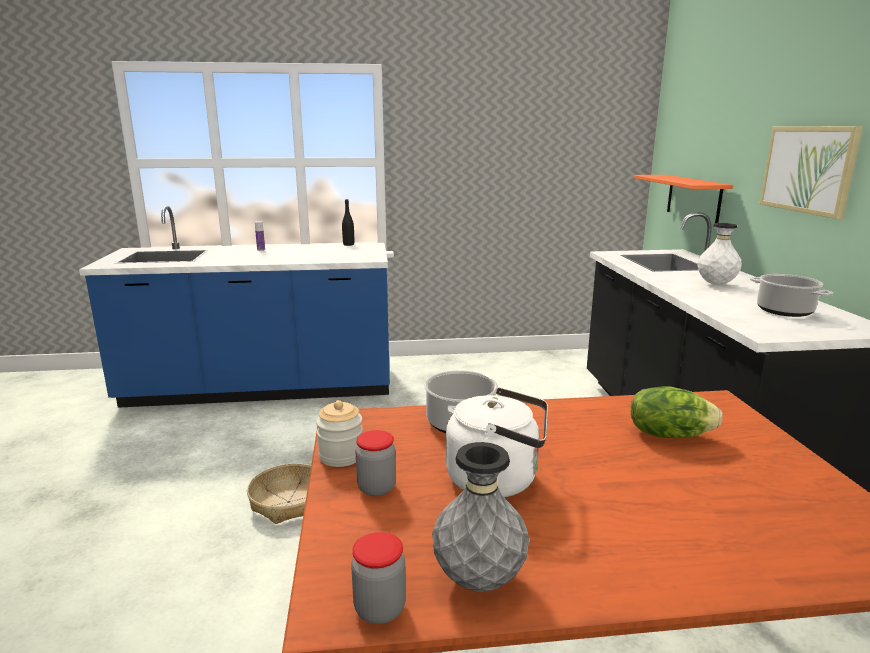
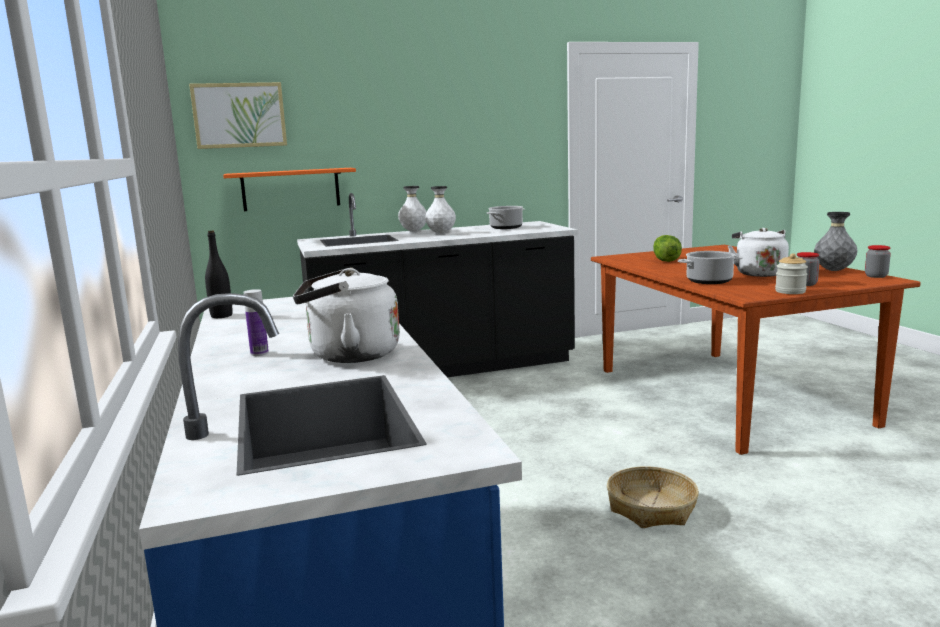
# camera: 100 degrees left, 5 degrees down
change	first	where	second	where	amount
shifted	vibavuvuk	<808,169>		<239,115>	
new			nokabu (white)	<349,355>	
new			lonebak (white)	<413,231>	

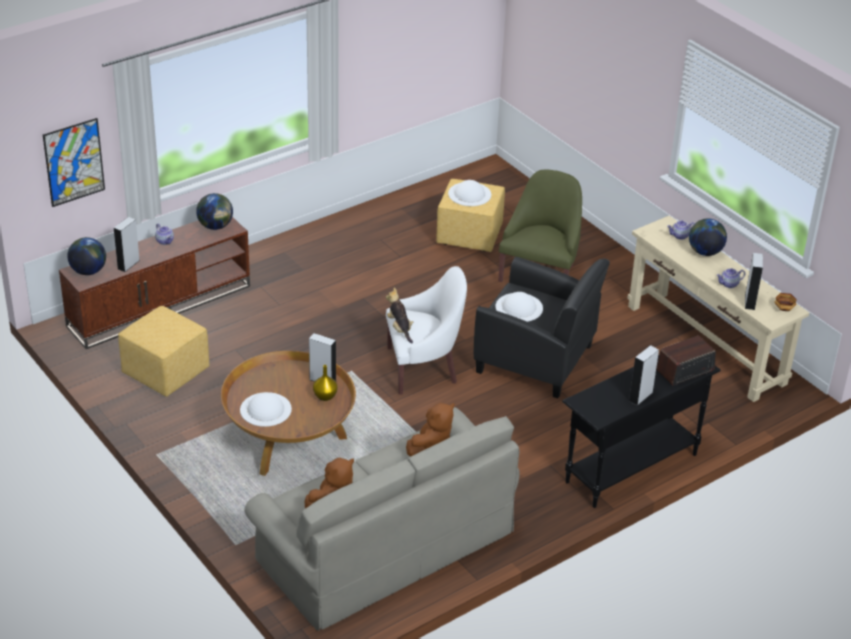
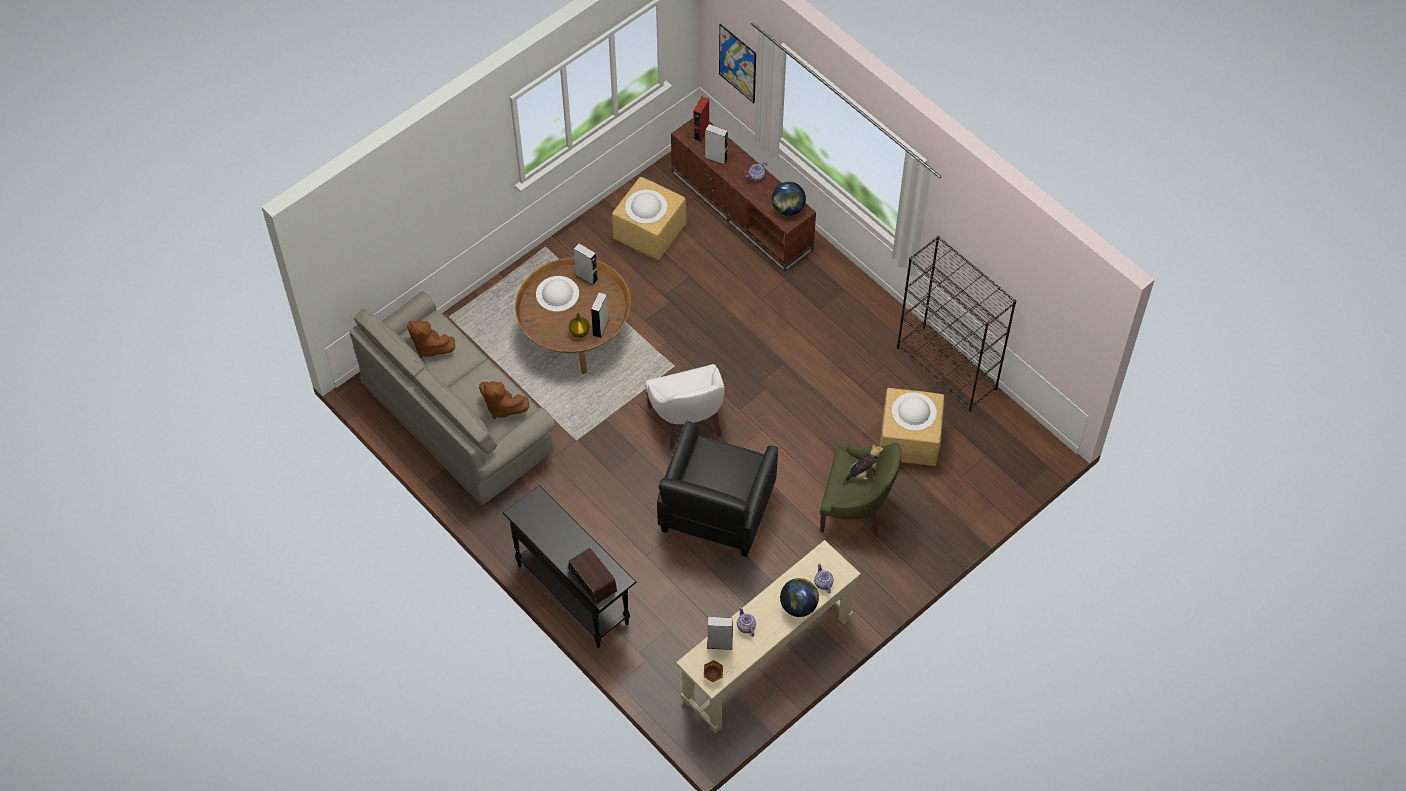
# camera: 85 degrees right, 20 degrees up
change	first	where	second	where	amount
shifted	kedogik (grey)	<640,396>		<586,277>	
shifted	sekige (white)	<519,307>		<646,206>	
swapped	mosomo	<88,271>	kedogik (red)	<701,133>	
shifted	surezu	<400,328>		<863,473>	
new			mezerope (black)	<947,368>	

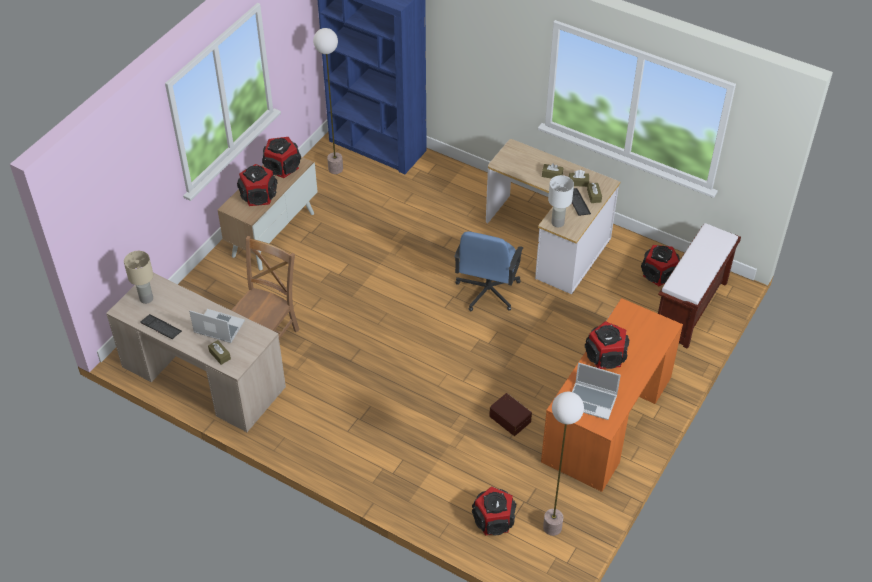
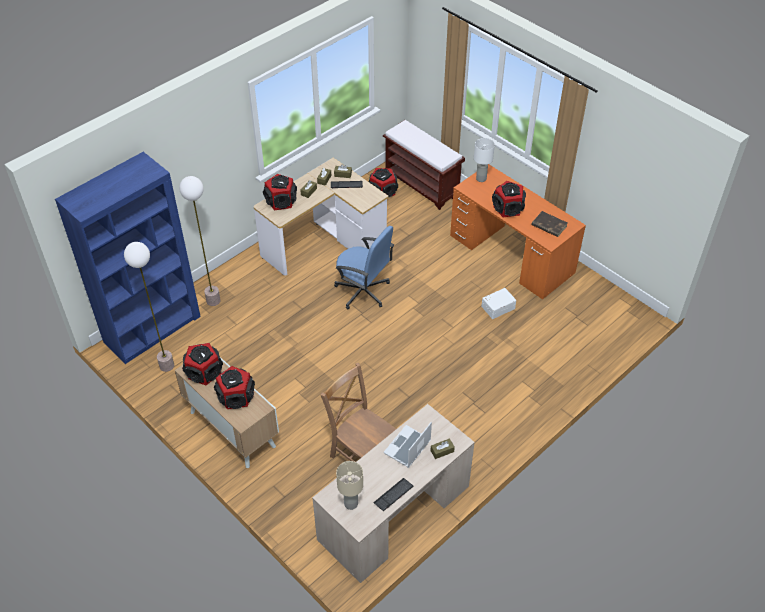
# camera: 75 degrees left, 0 degrees up
change	first	where	second	where	amount
shifted	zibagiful	<552,527>		<213,300>	
shifted	kedogik	<494,520>		<281,201>	
shifted	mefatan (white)	<557,222>		<481,178>	
repainted	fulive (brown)	<510,418>	fulive (white)	<497,307>	
swapped	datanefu	<592,401>	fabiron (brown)	<548,225>	

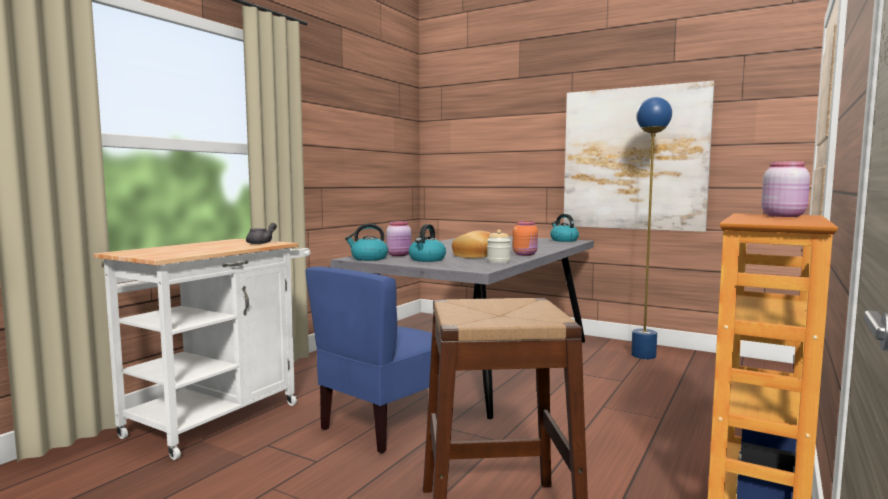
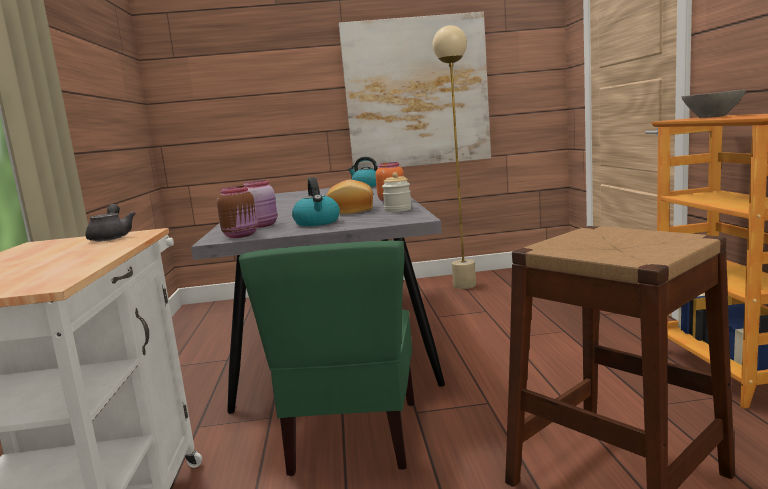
# camera: 35 degrees left, 5 degrees up
change	first	where	second	where	amount
swapped	nokabu	<368,258>	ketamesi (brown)	<241,235>	
repainted	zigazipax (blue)	<385,425>	zigazipax (green)	<353,437>	
repainted	zibagiful (blue)	<643,356>	zibagiful (beige)	<464,285>	
swapped	ketamesi (pink)	<783,216>	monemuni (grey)	<711,117>	

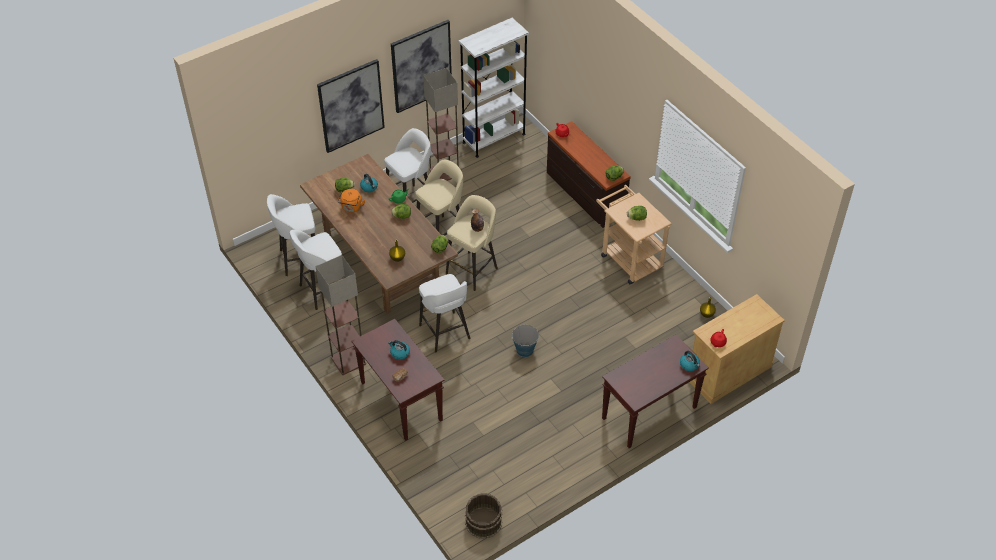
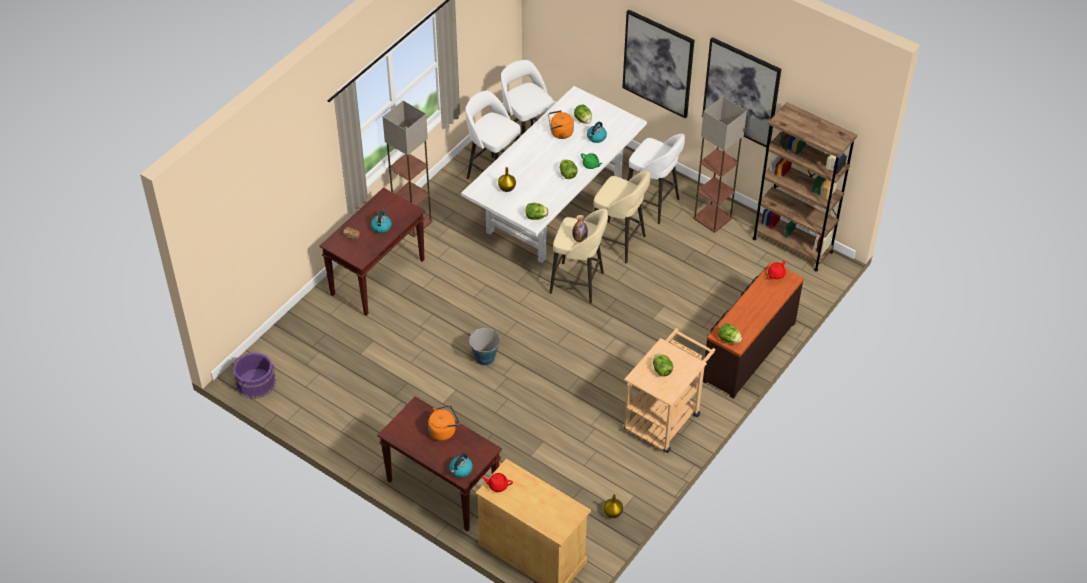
# camera: 70 degrees right, 0 degrees up
change	first	where	second	where	amount
repainted	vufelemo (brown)	<483,521>	vufelemo (purple)	<255,382>	
new			nokabu (orange)	<443,430>	
repainted	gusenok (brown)	<380,261>	gusenok (white)	<555,206>	
repainted	mezerope (white)	<494,138>	mezerope (brown)	<792,245>	
gone	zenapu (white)	<445,333>			

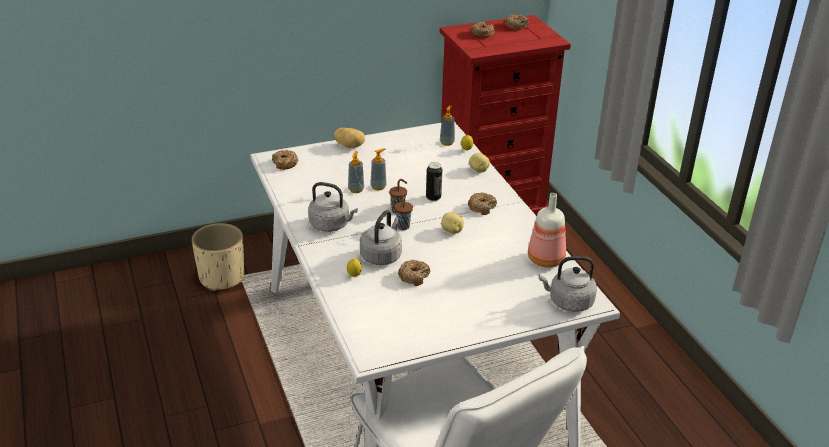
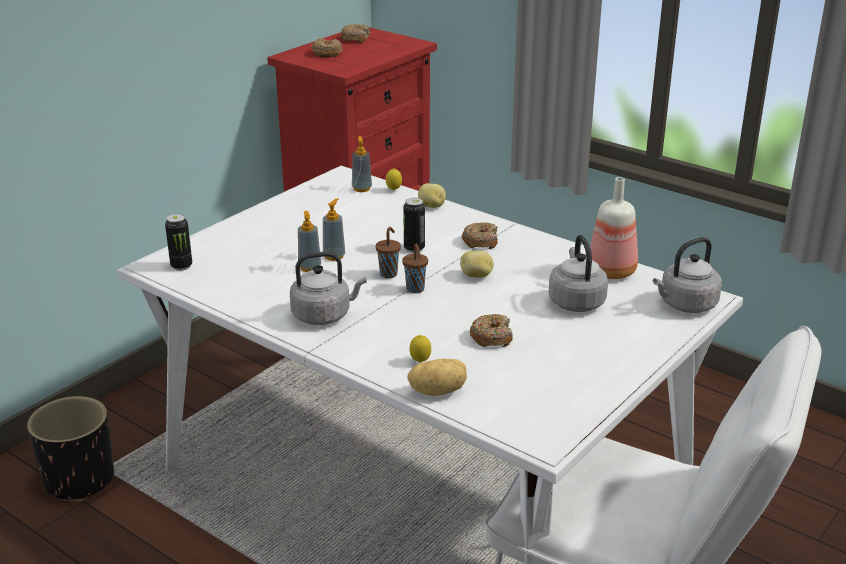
# camera: 30 degrees left, 5 degrees down
change	first	where	second	where	amount
repainted	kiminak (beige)	<222,277>	kiminak (black)	<79,480>	
swapped	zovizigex	<285,164>	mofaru	<181,266>	
shifted	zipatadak	<350,146>		<437,391>	
shifted	nokabu (grey)	<382,255>		<575,301>	

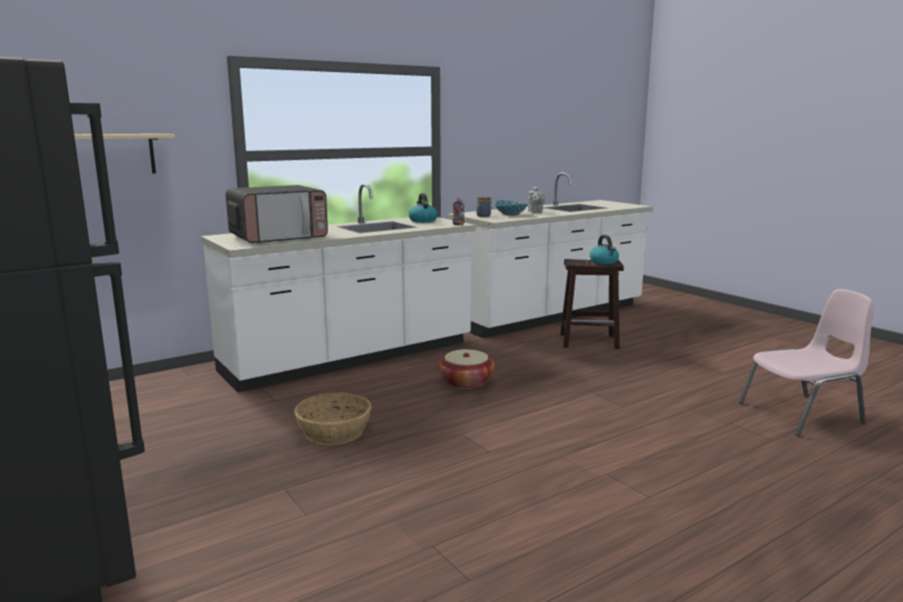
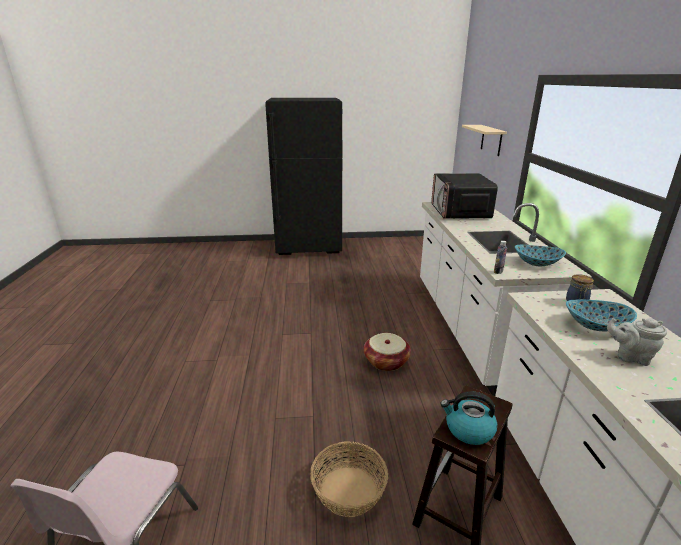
# camera: 120 degrees right, 10 degrees up
change	first	where	second	where	amount
shifted	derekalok	<334,432>		<349,491>	
swapped	nokabu	<422,220>	monemuni	<536,263>	

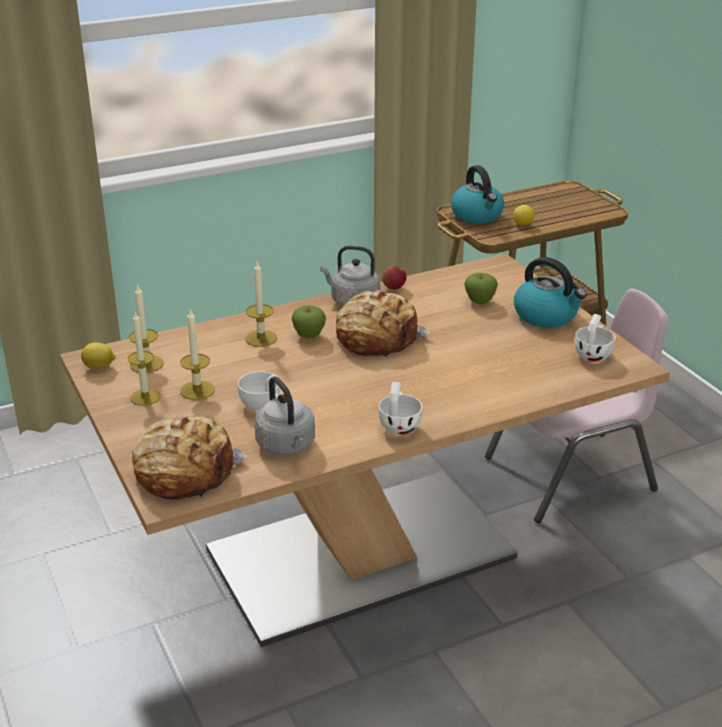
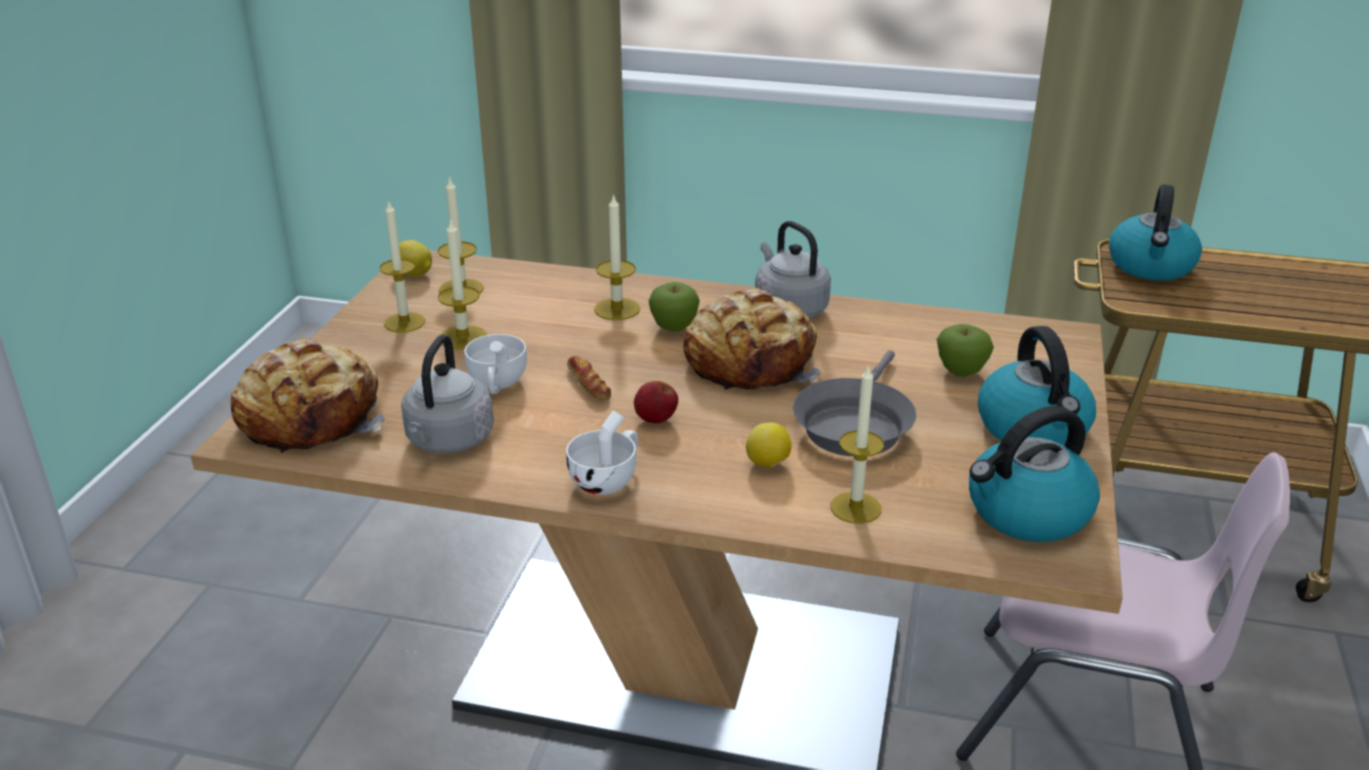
# camera: 40 degrees right, 0 degrees up
change	first	where	second	where	amount
new			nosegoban	<588,384>	
shifted	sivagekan	<394,288>		<656,419>	
shifted	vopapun	<523,224>		<768,464>	
new			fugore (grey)	<854,425>	
new			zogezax	<855,508>	
swapped	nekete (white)	<593,354>	nokabu	<1027,513>	

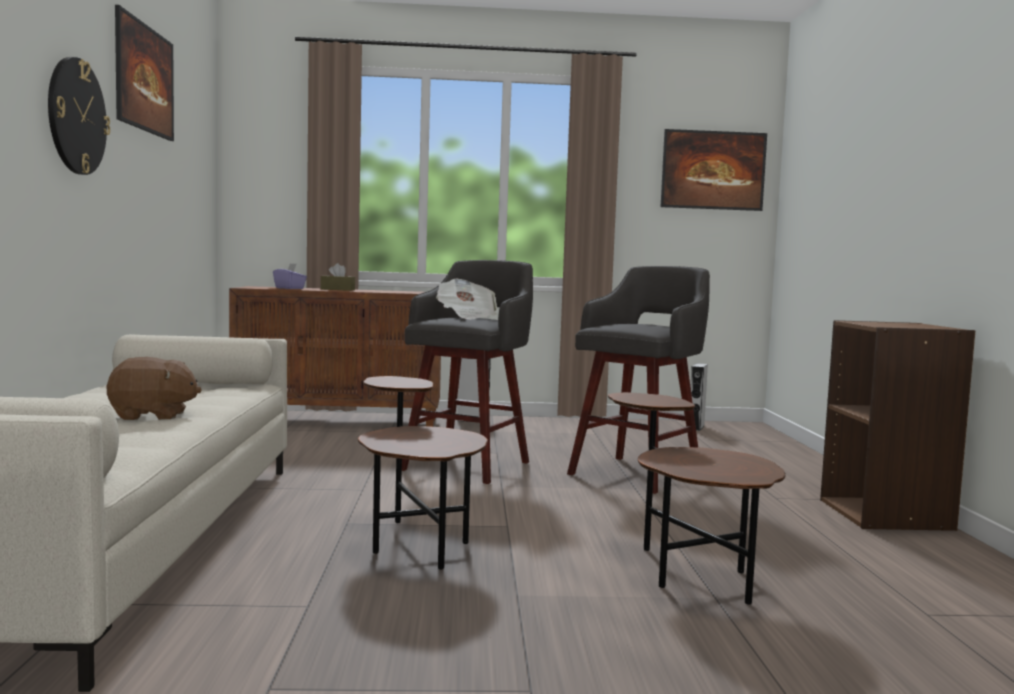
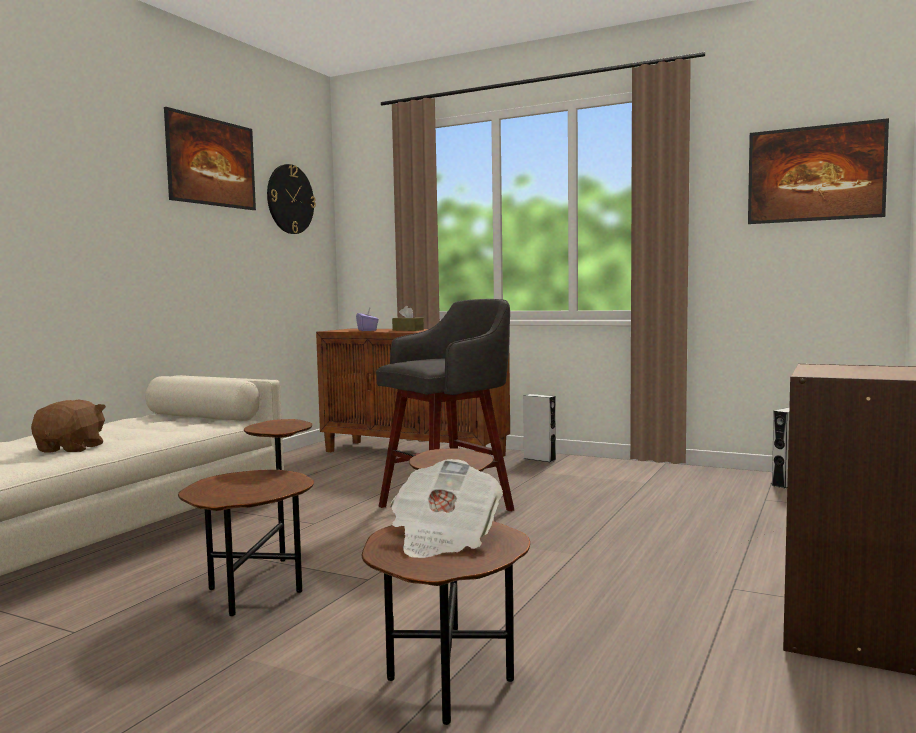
# camera: 30 degrees right, 0 degrees up
change	first	where	second	where	amount
rotated	surezu (brown)	<152,416>		<72,449>	105 degrees counterclockwise
shifted	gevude	<76,116>		<290,199>	
shifted	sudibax	<466,317>		<443,538>	
gone	zenapu (grey)	<637,473>			

